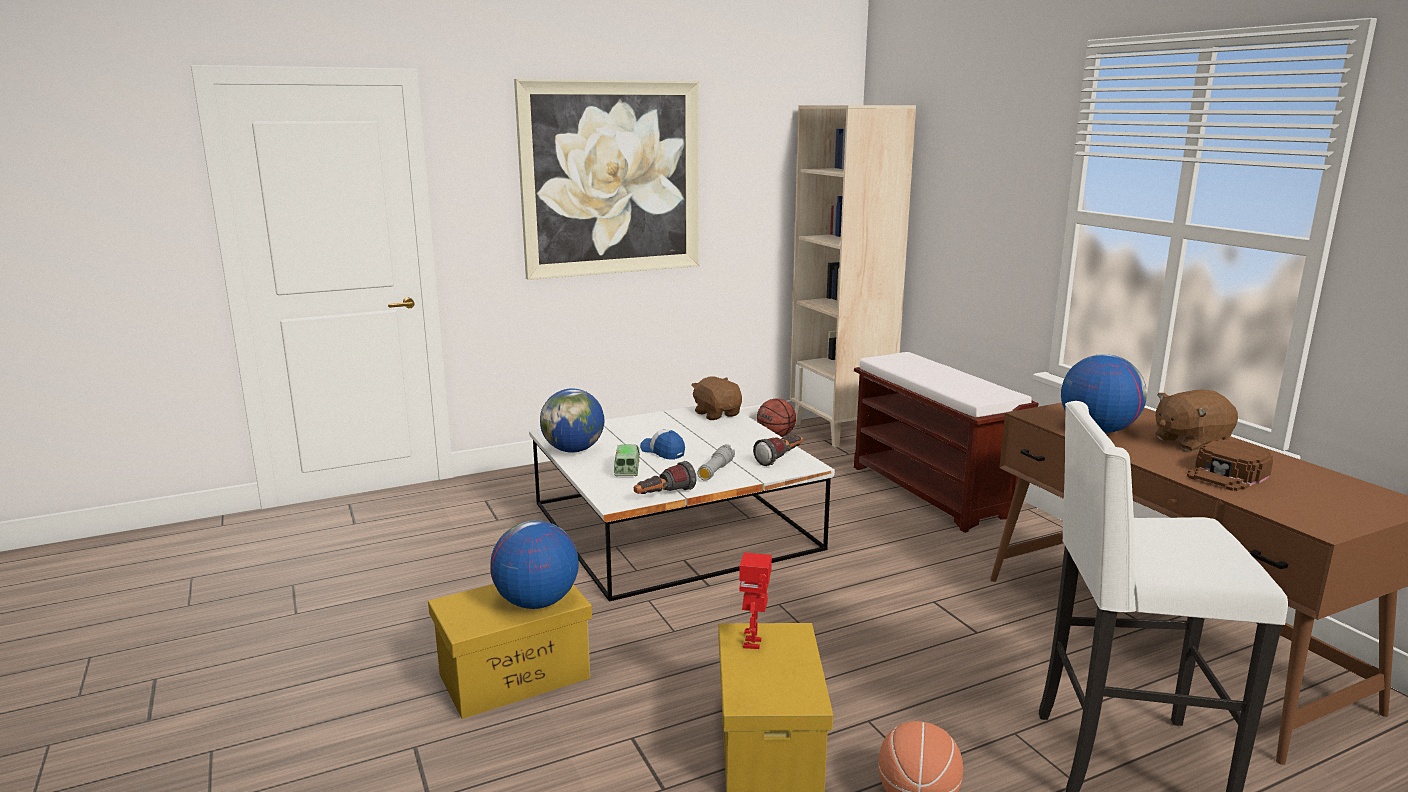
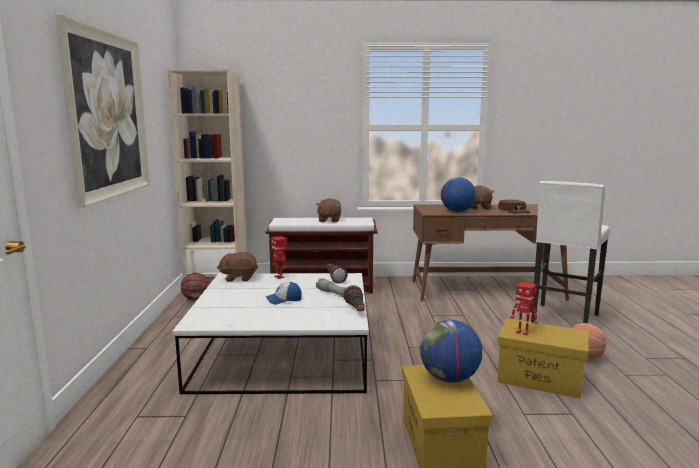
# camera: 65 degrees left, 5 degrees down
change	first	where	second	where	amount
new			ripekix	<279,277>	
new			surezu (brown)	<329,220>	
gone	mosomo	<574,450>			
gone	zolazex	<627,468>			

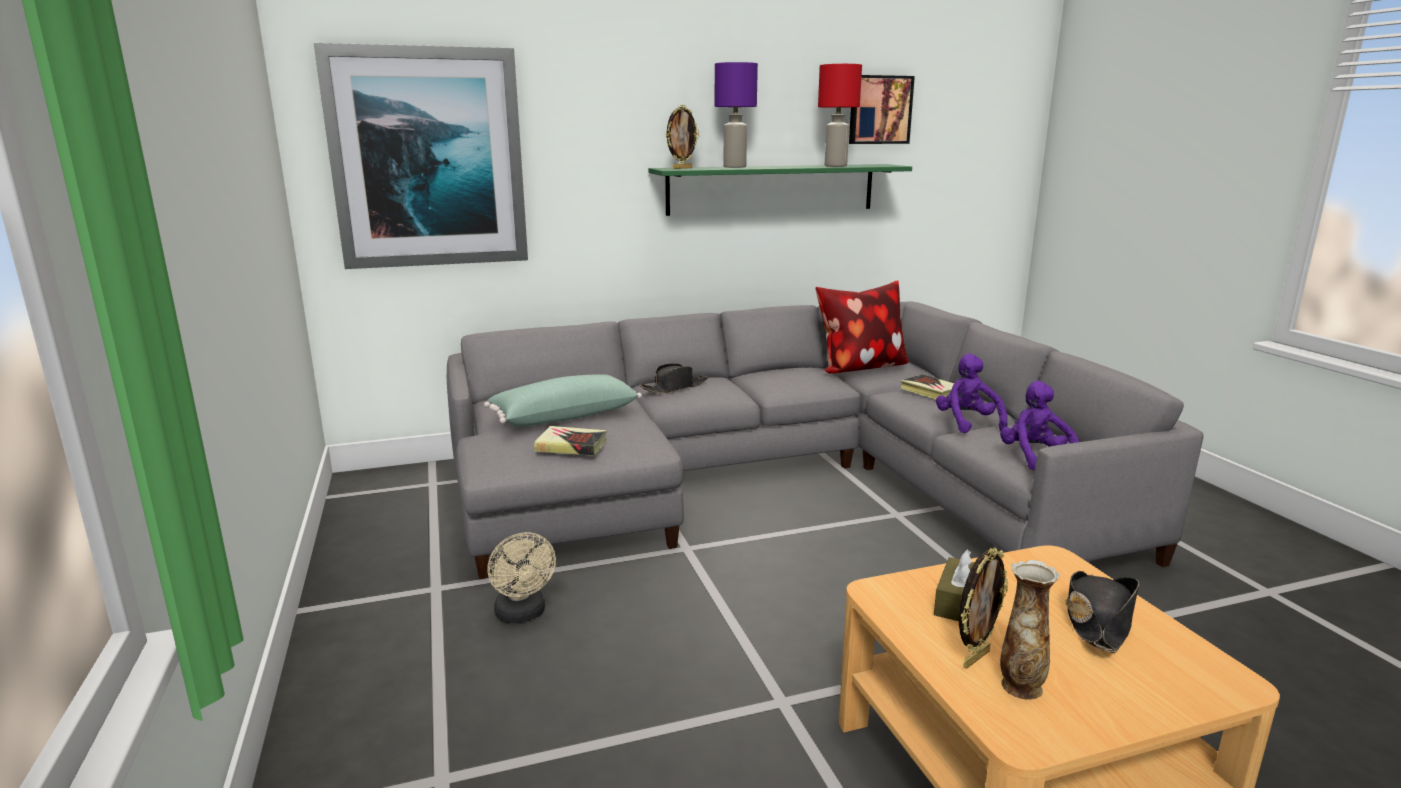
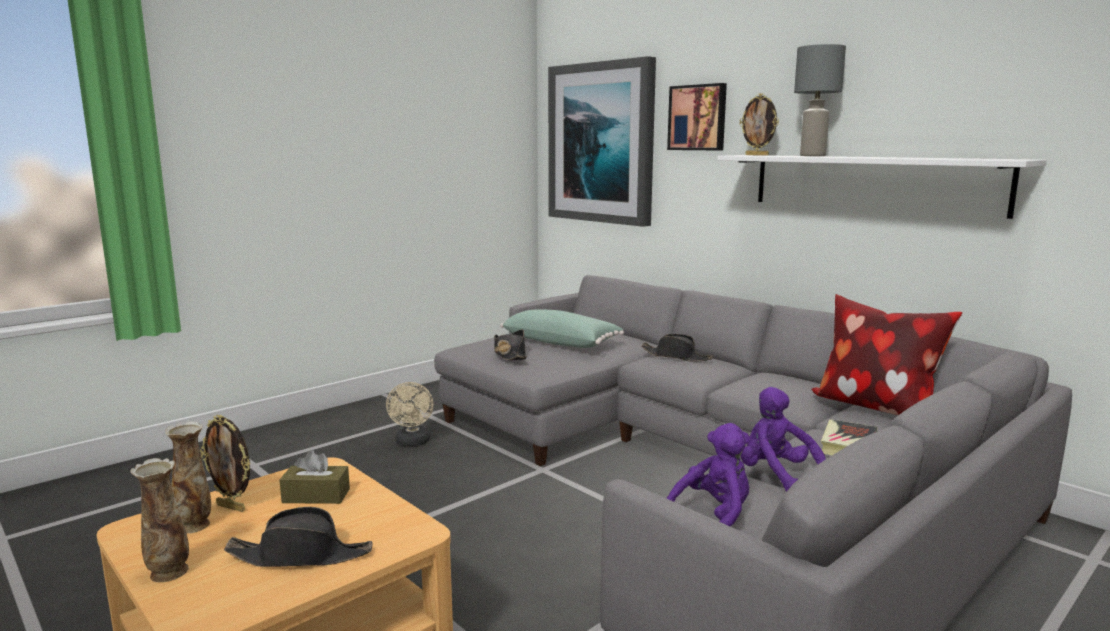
# camera: 65 degrees right, 5 degrees down
change	first	where	second	where	amount
new			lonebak	<168,573>	
rotated	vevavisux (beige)	<523,615>		<412,442>	45 degrees counterclockwise
swapped	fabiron	<571,446>	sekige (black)	<509,354>	
shifted	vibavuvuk	<879,110>		<698,117>	
repainted	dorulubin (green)	<772,189>	dorulubin (white)	<872,183>	
rotated	surezu (purple)	<967,423>		<777,476>	90 degrees counterclockwise
repainted	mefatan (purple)	<734,167>	mefatan (grey)	<811,156>	
gone	mefatan (red)	<836,166>			

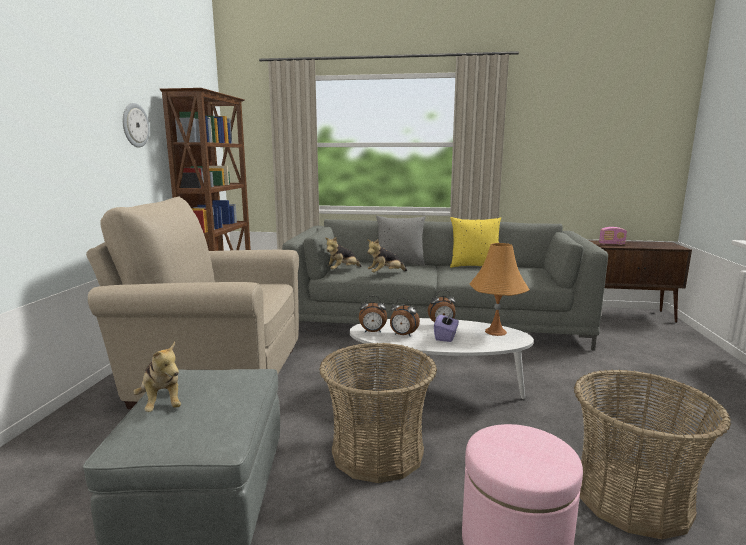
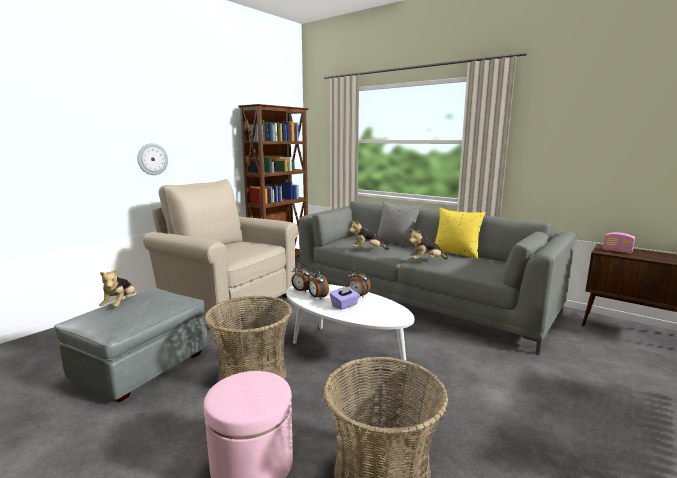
# camera: 30 degrees right, 0 degrees up
change	first	where	second	where	amount
shifted	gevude	<135,125>		<152,159>	
shifted	surezu	<342,270>		<426,261>	
gone	mefatan (orange)	<495,331>			

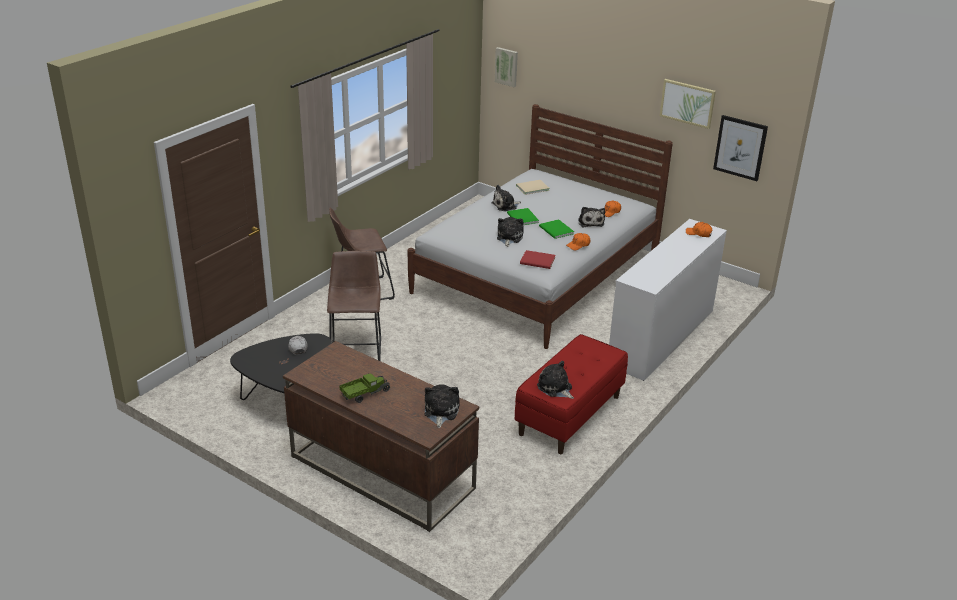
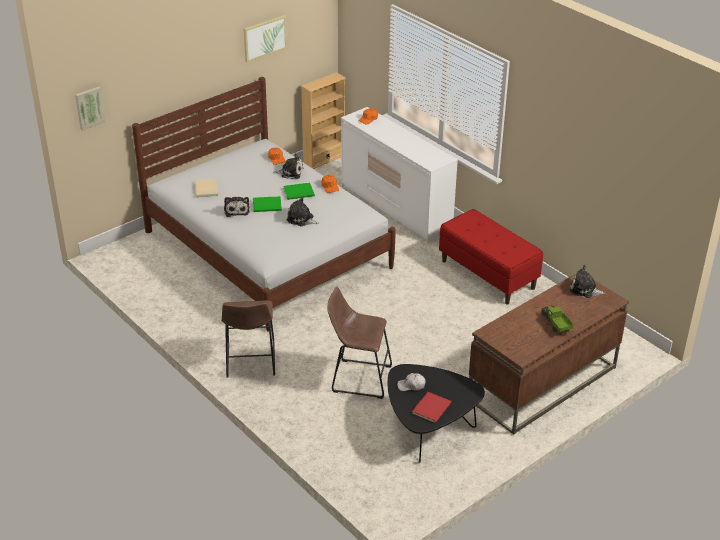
# camera: 75 degrees left, 5 degrees up
change	first	where	second	where	amount
new			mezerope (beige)	<324,159>	
shifted	fabiron (red)	<538,261>		<432,408>	
gone	surezu	<555,388>			
gone	vibavuvuk	<740,147>			

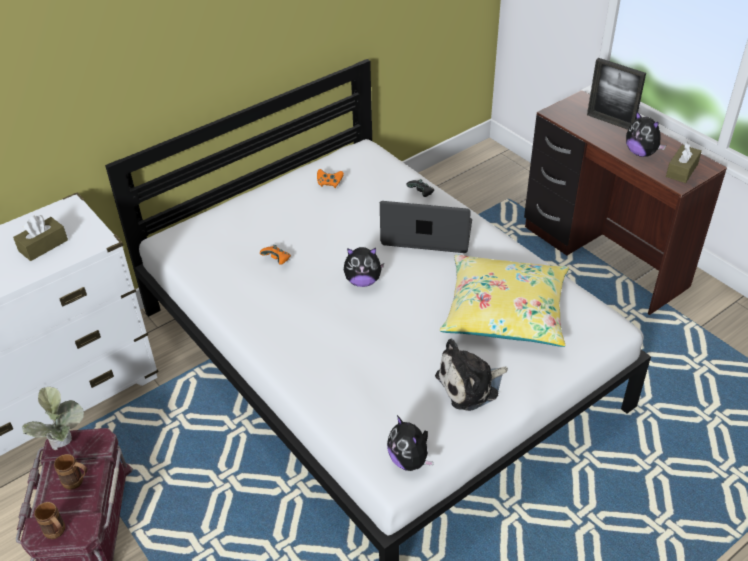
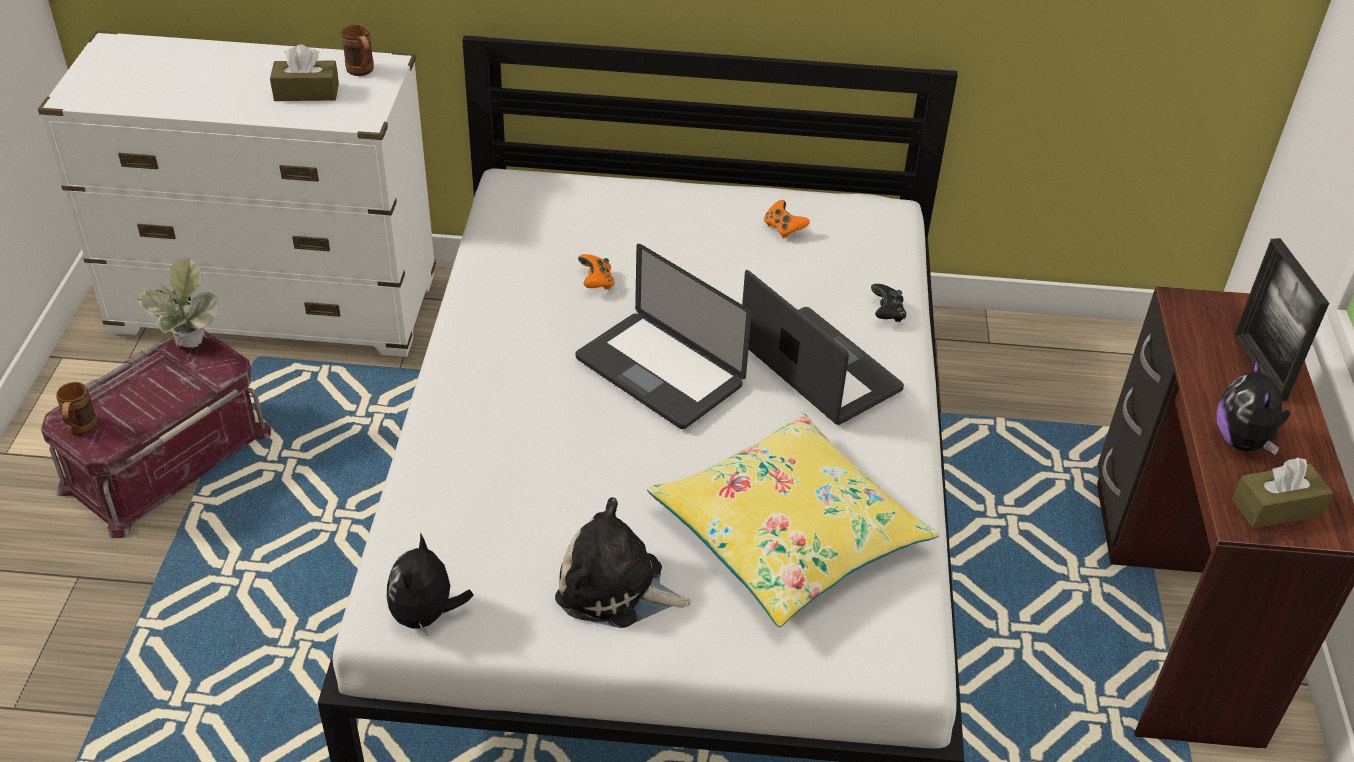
# camera: 40 degrees right, 0 degrees up
change	first	where	second	where	amount
shifted	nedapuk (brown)	<77,482>		<362,72>	
swapped	surezu	<363,281>	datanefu	<659,372>	

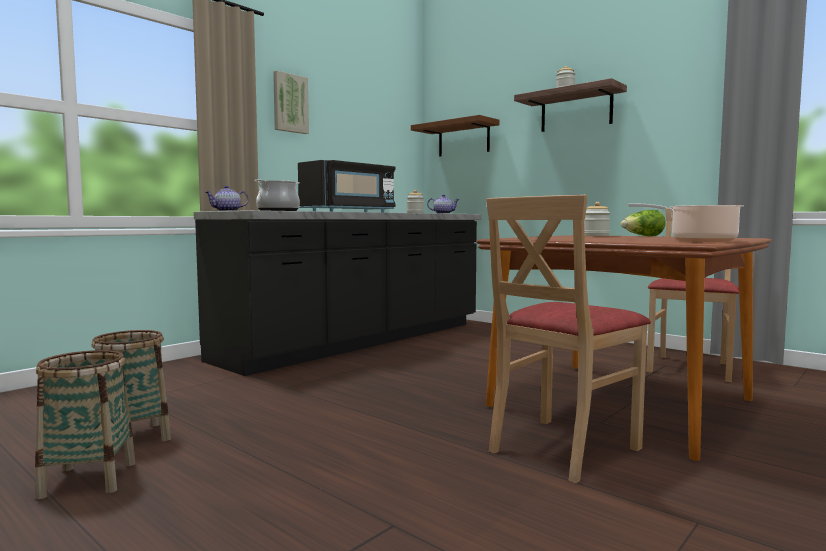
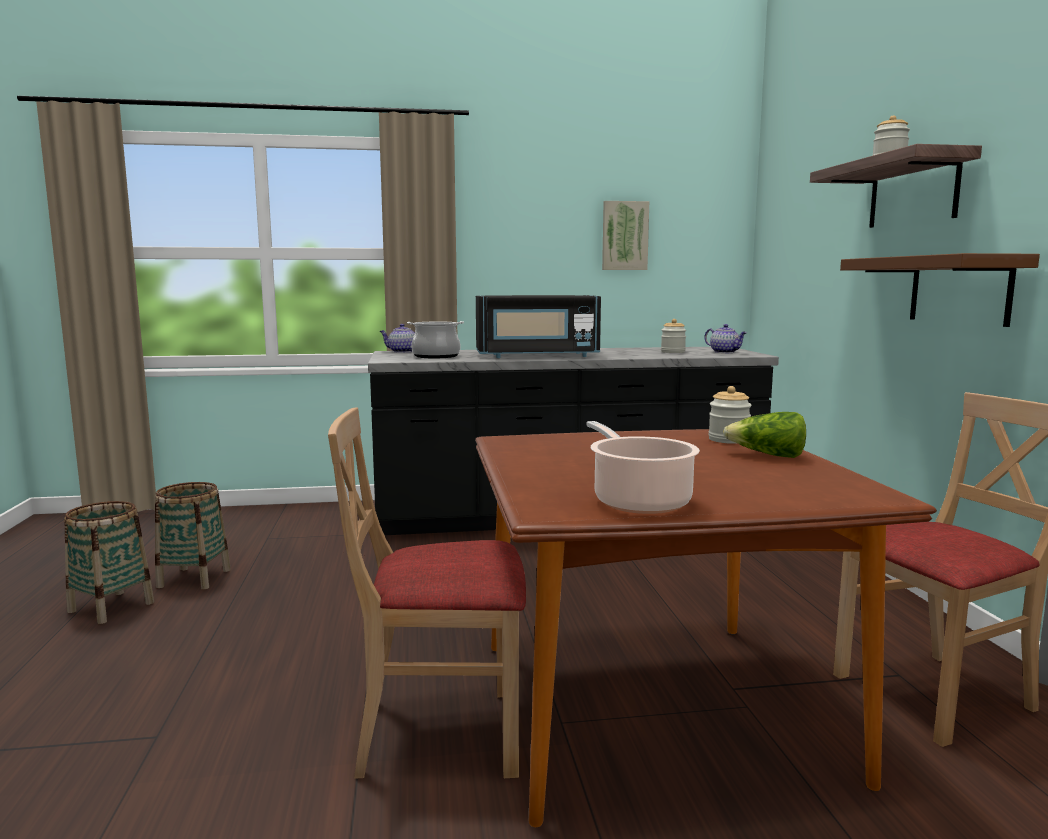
# camera: 40 degrees right, 5 degrees up
change	first	where	second	where	amount
shifted	vibavuvuk	<289,103>		<624,236>	
shifted	dorulubin (brown)	<463,139>		<959,290>	

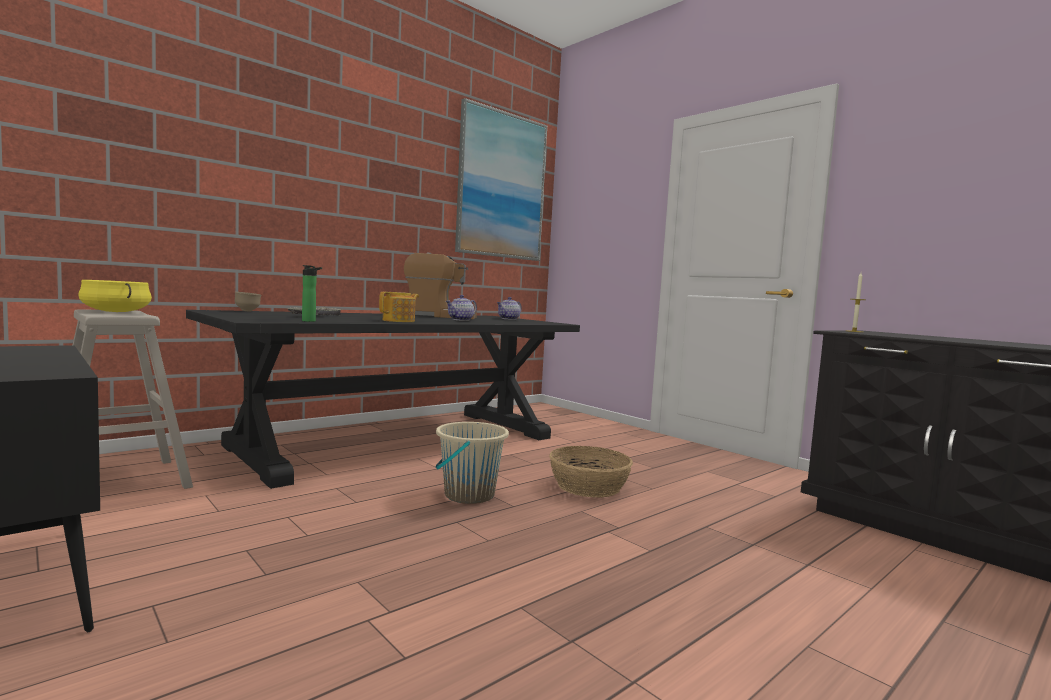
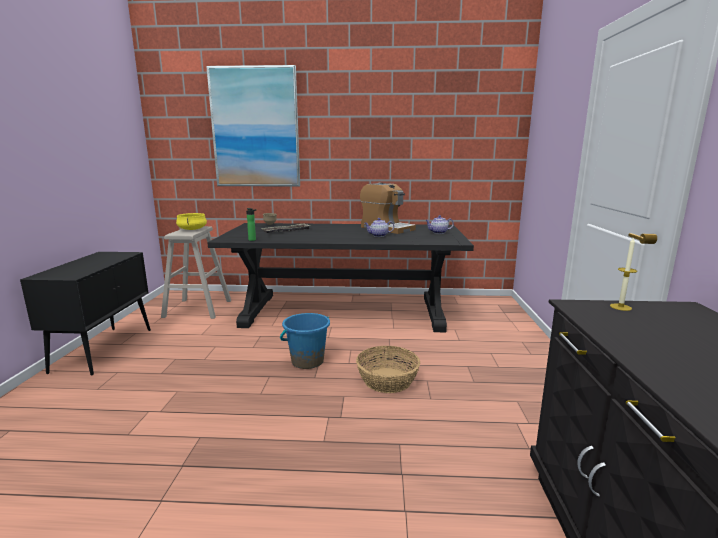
# camera: 45 degrees right, 10 degrees up
change	first	where	second	where	amount
shifted	vibavuvuk	<501,186>		<255,128>	
repainted	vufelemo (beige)	<469,495>	vufelemo (blue)	<307,361>	
gone	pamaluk	<399,321>			

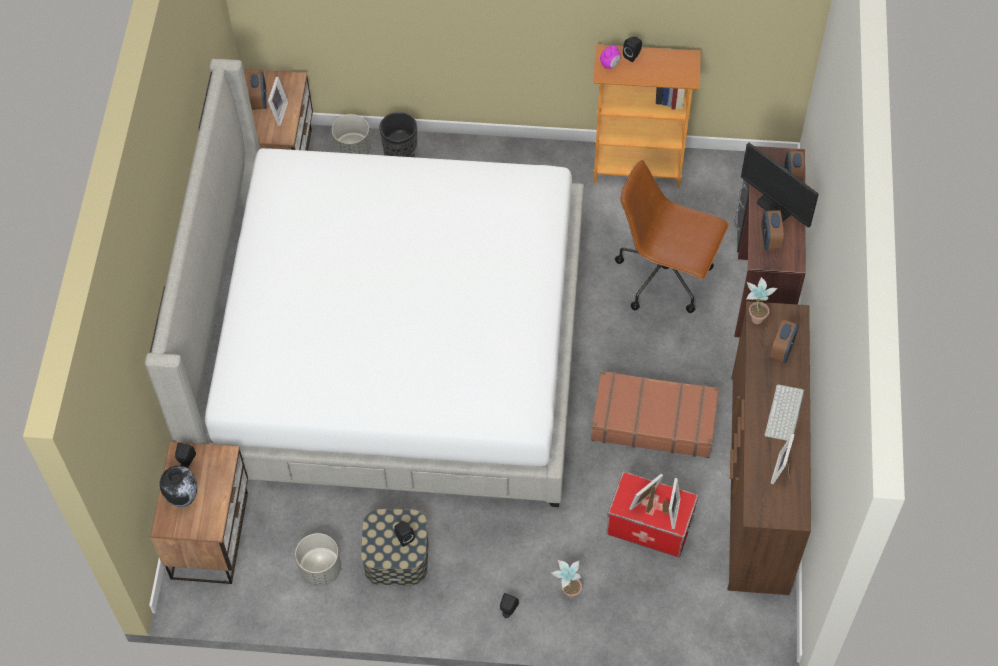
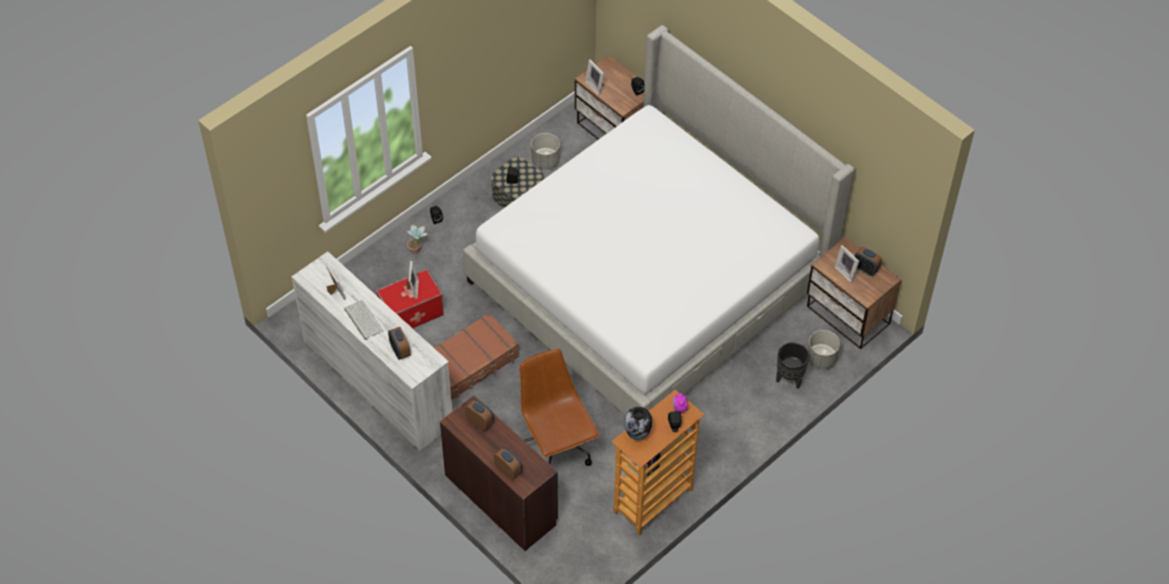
# camera: 130 degrees right, 5 degrees down
change	first	where	second	where	amount
repainted	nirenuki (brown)	<757,483>	nirenuki (white)	<378,382>	
rotated	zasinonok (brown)	<665,277>		<556,449>	90 degrees counterclockwise
shifted	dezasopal	<669,512>		<596,86>	
shifted	lonebak	<183,498>		<637,434>	
gone	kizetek	<776,205>			
gone	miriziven	<755,315>			

